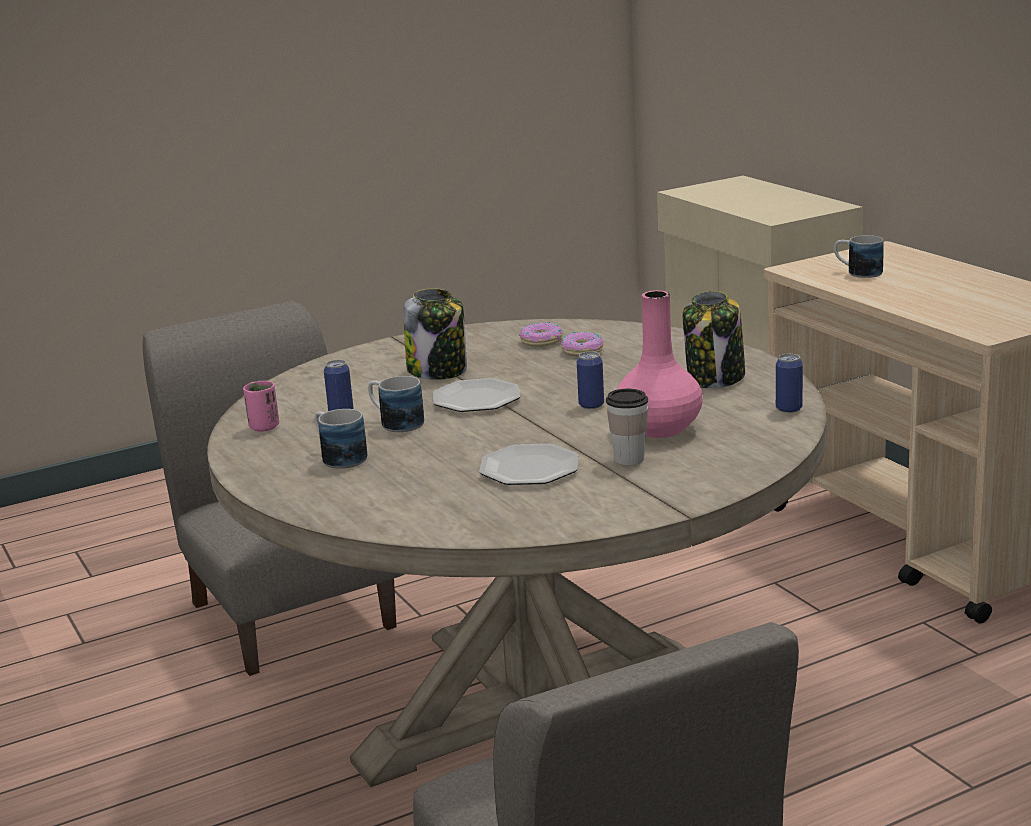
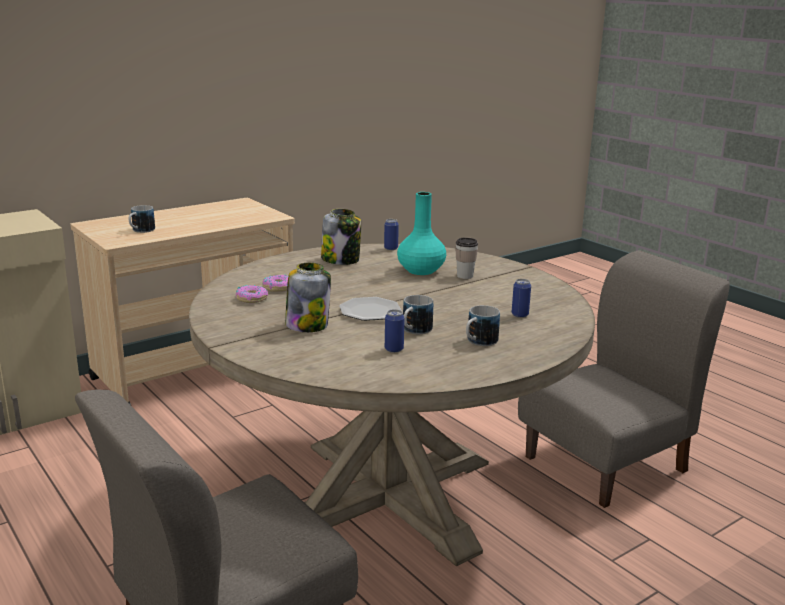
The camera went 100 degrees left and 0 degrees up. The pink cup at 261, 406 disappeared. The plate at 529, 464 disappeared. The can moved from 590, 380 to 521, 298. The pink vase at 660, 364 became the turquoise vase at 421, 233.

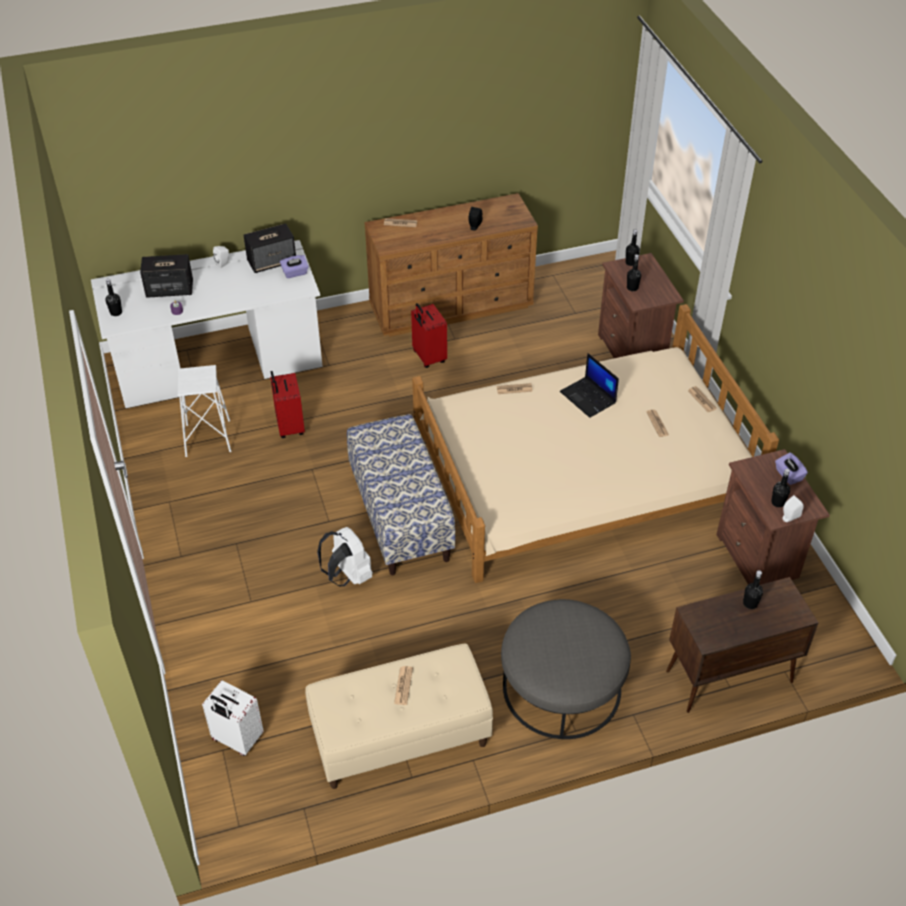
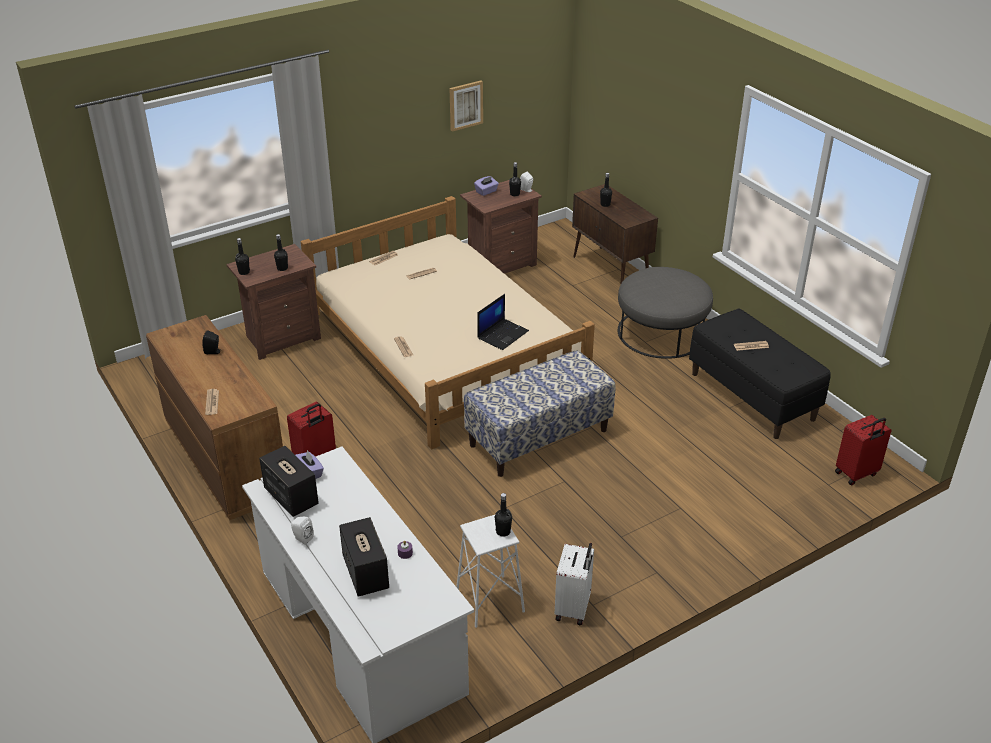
The camera went 105 degrees left and 10 degrees down. The black bottle moved from 113, 297 to 503, 515. The white suitcase moved from 233, 718 to 574, 584. The red suitcase moved from 287, 404 to 863, 450. The beige bench at 399, 716 became the black bench at 760, 374. The white backpack at 345, 556 disappeared. The laptop moved from 589, 385 to 503, 322. The picture at 466, 106 appeared.

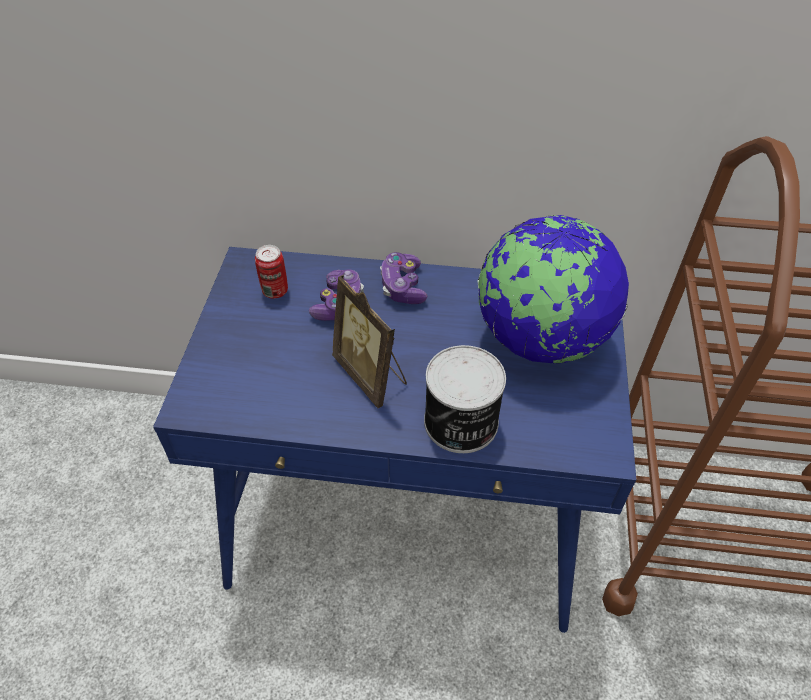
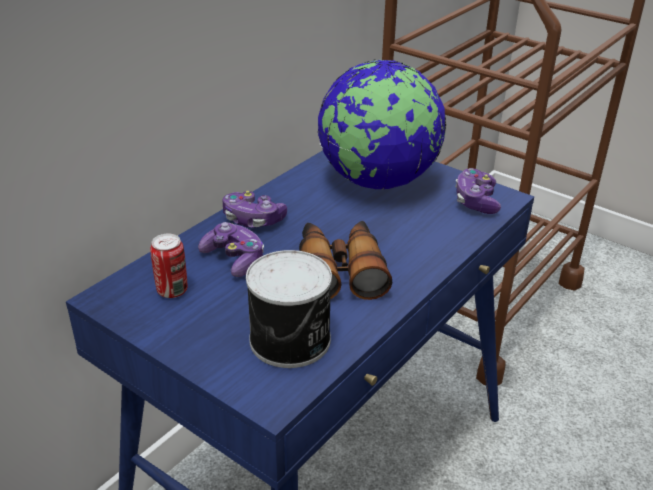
The camera went 60 degrees left and 15 degrees down. The picture frame at 369, 341 was replaced by the binoculars at 345, 260. The can moved from 465, 399 to 289, 309. The game controller at 478, 191 appeared.

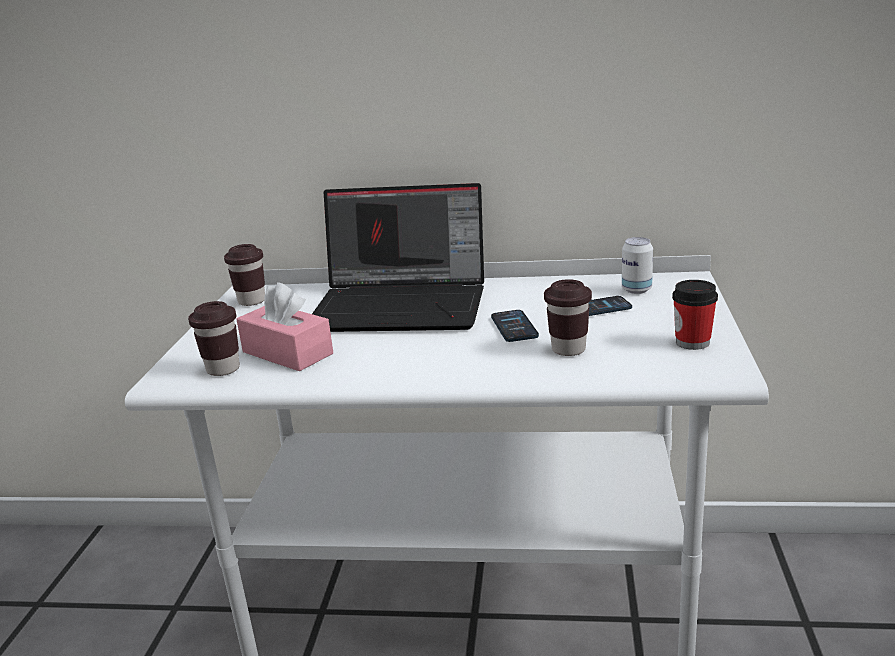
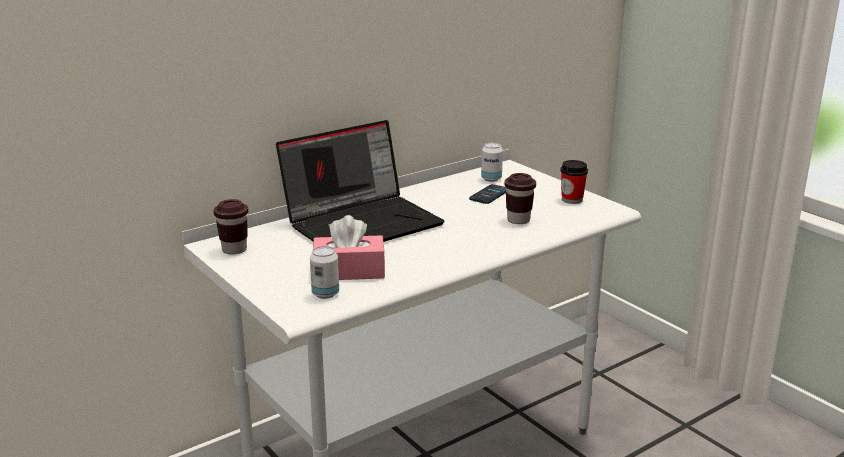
The camera went 45 degrees left and 0 degrees up. The brown cup at 214, 338 was replaced by the can at 324, 272. The phone at 515, 326 disappeared.

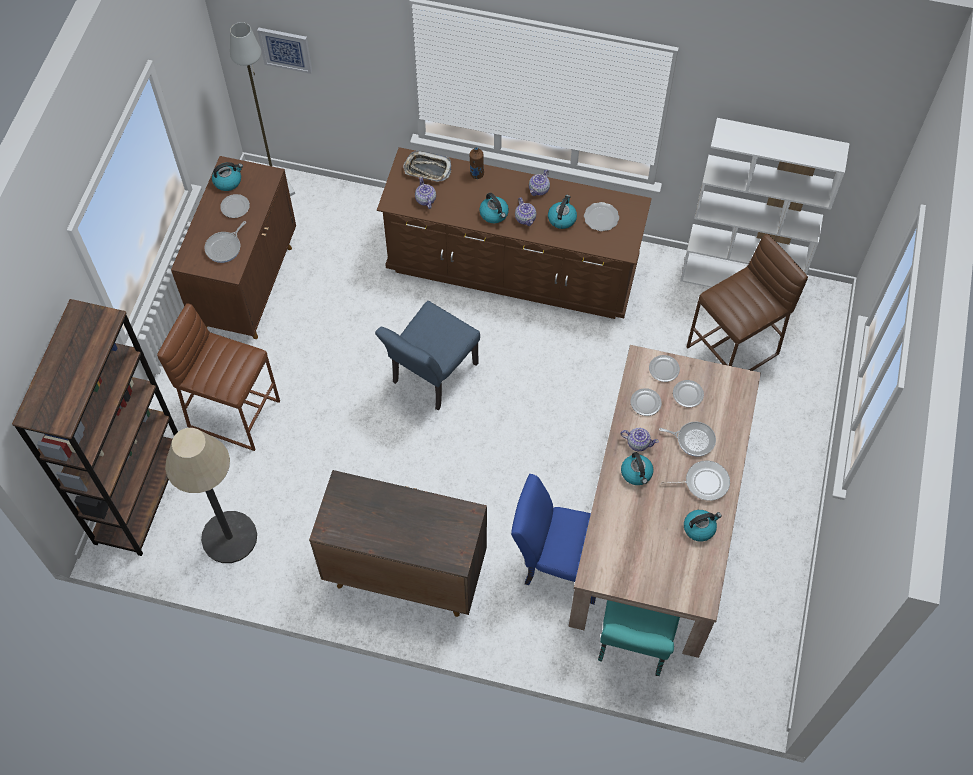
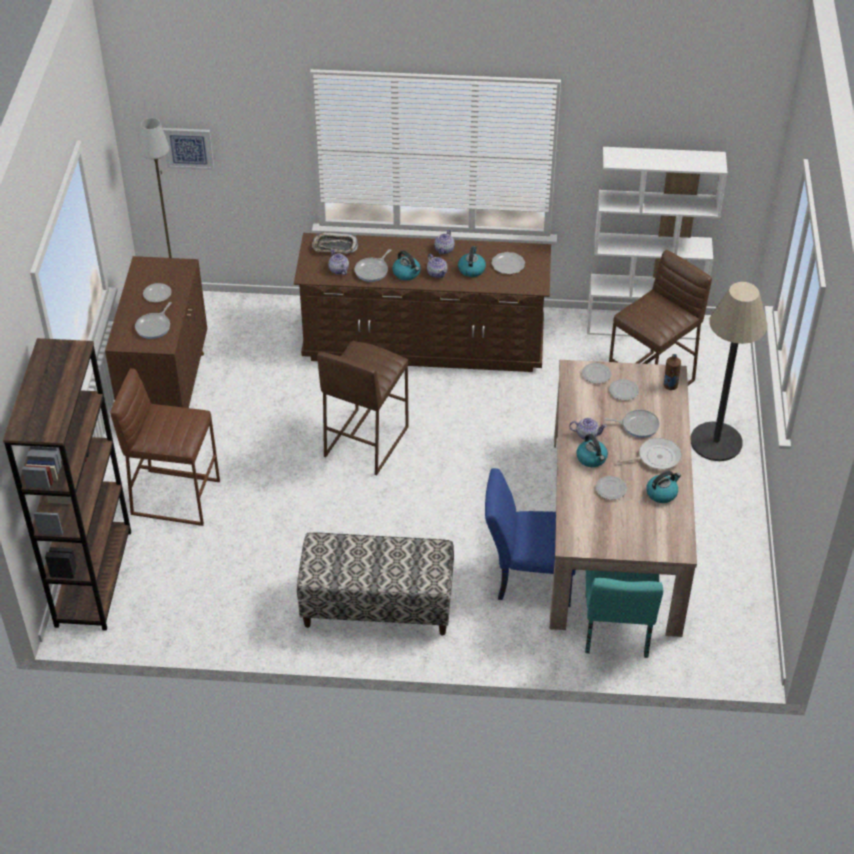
The camera went 10 degrees left and 15 degrees down. The floor lamp moved from 211, 495 to 729, 371. The kettle at 227, 176 disappeared. The brown cabinet at 398, 543 was replaced by the bench at 375, 584. The blue chair at 427, 356 was replaced by the brown stool at 363, 407. The brown bottle moved from 476, 163 to 672, 372. The plate moved from 646, 402 to 611, 488. The frying pan at 373, 265 appeared.

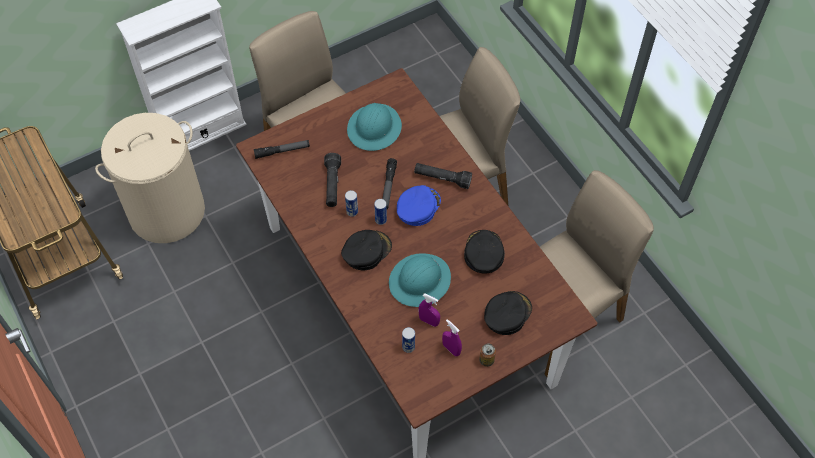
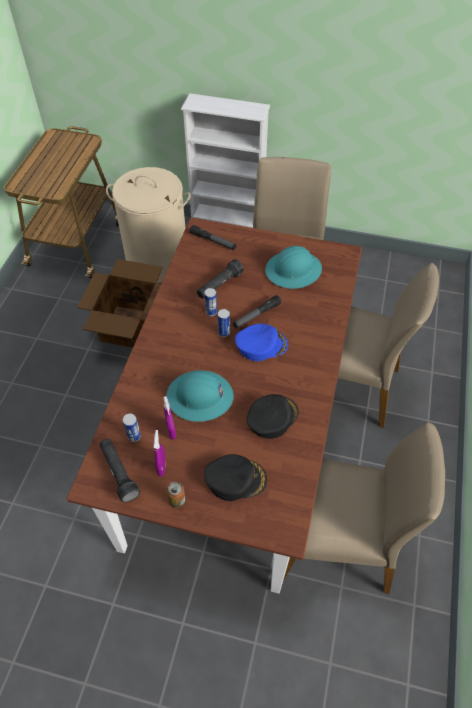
The camera went 45 degrees right and 5 degrees down. The black cap at 366, 250 disappeared. The black flashlight moved from 443, 176 to 119, 470. The cardboard box at 120, 303 appeared.

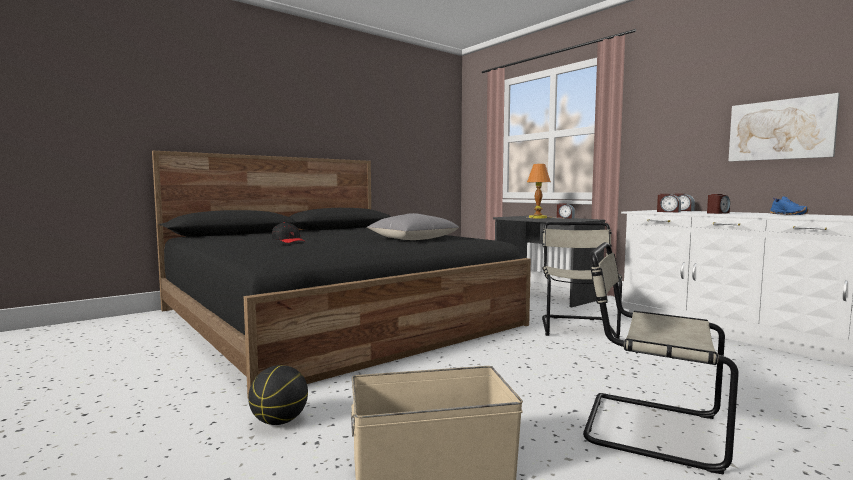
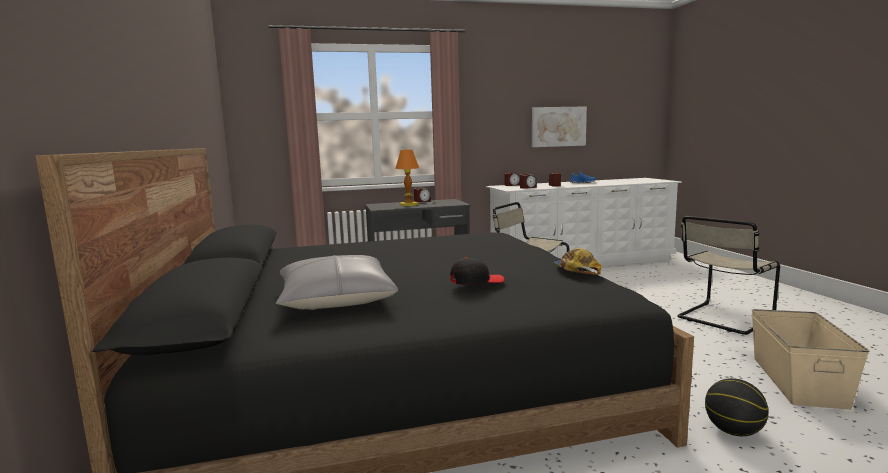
The camera went 65 degrees left and 5 degrees up. The grey pillow moved from 413, 226 to 337, 282. The cap at 578, 261 appeared.

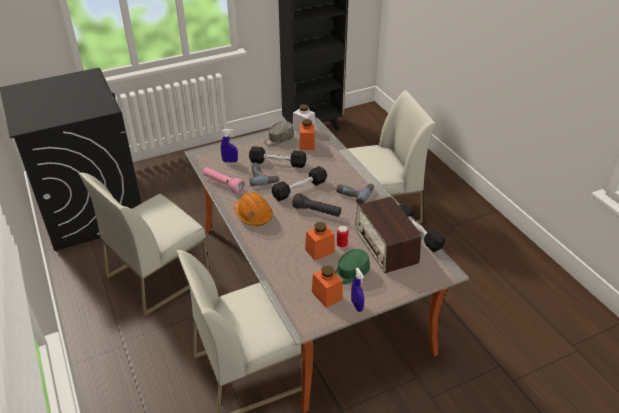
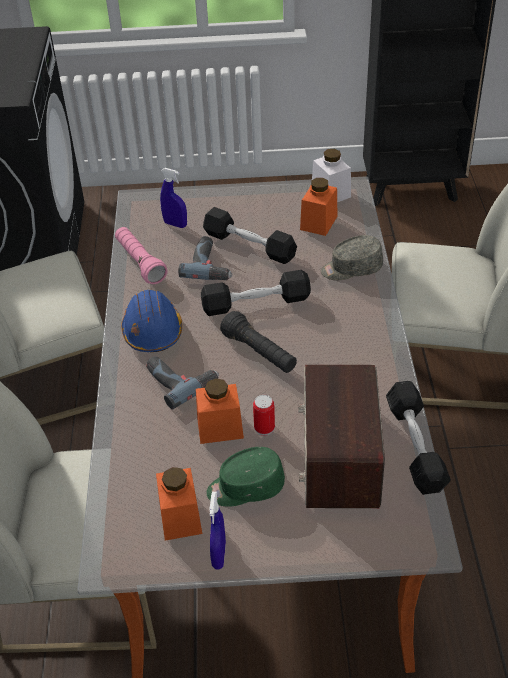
The camera went 25 degrees right and 5 degrees up. The orange hard hat at 253, 209 became the blue hard hat at 151, 321. The grey cap moved from 279, 133 to 352, 257. The power drill moved from 355, 194 to 182, 383.

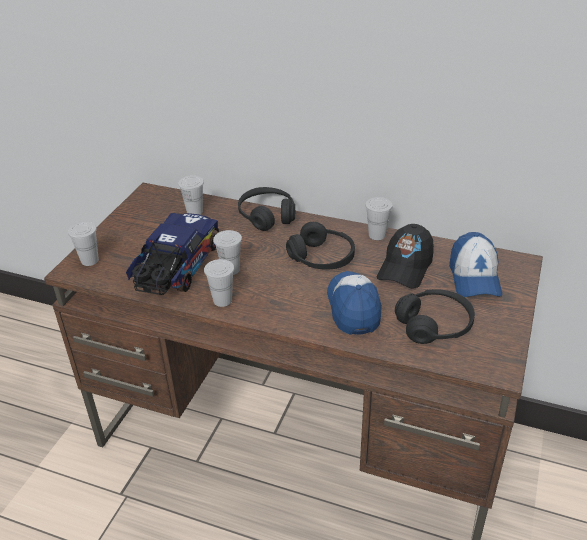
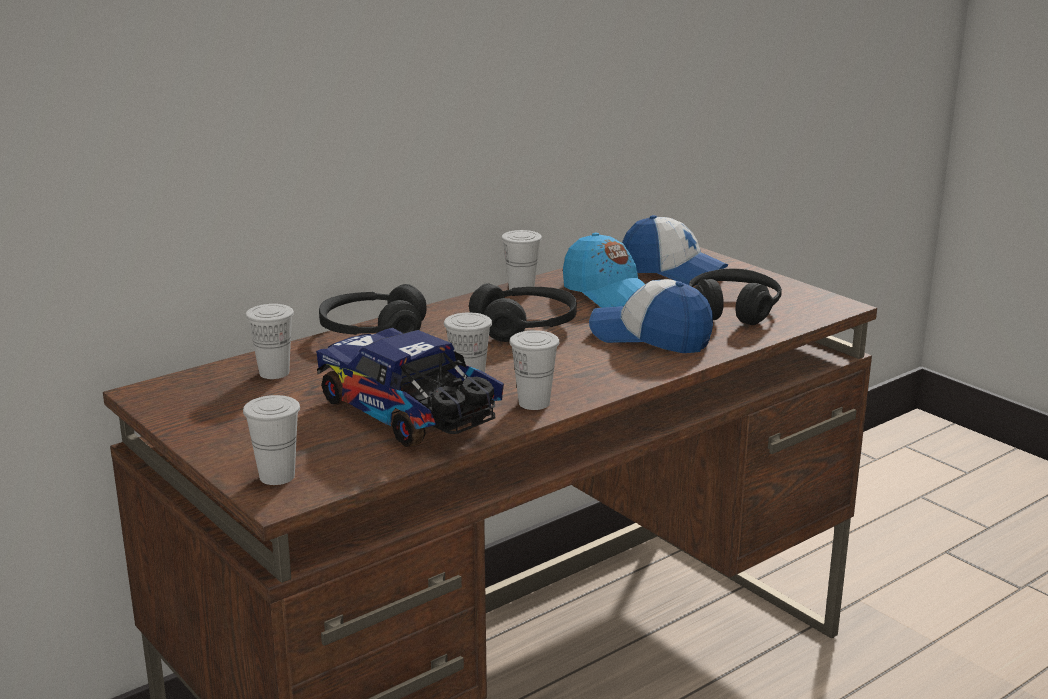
The camera went 60 degrees left and 15 degrees down. The black cap at 405, 256 became the blue cap at 604, 270.

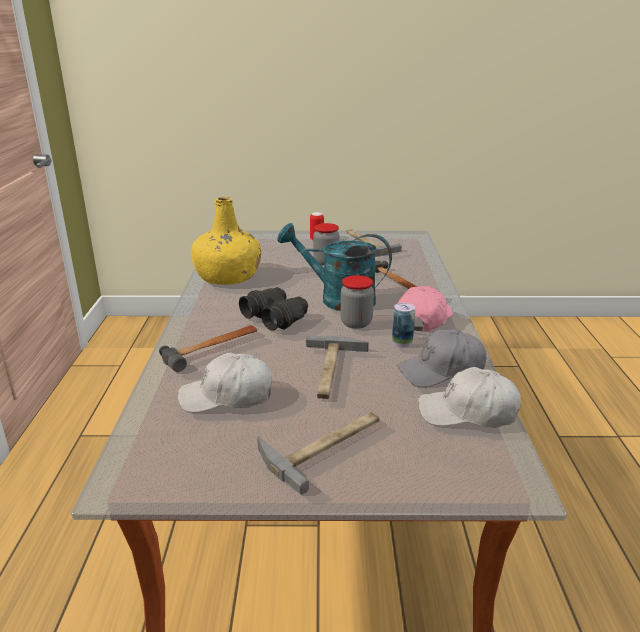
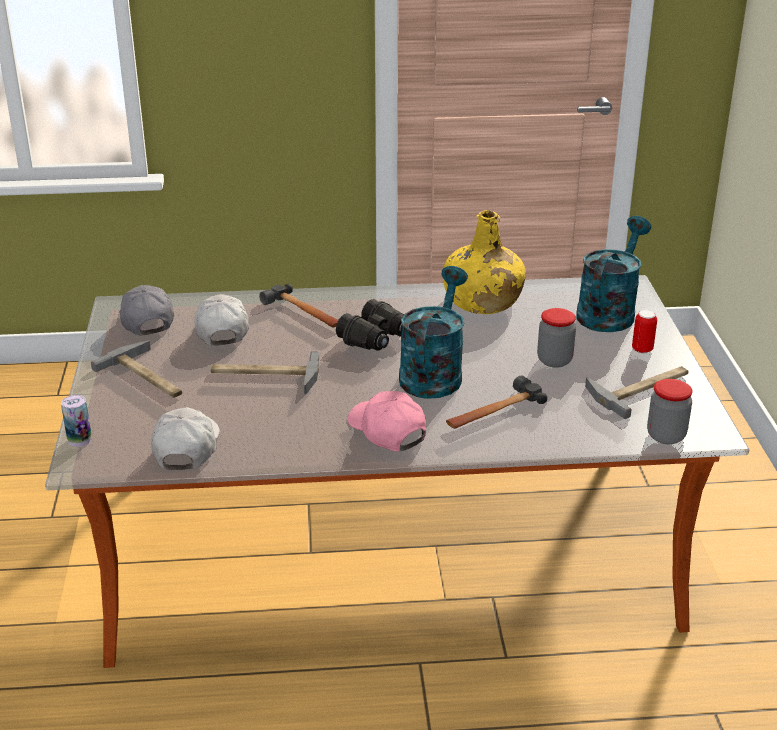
The camera went 85 degrees right and 5 degrees up. The jar moved from 357, 302 to 670, 411. The can moved from 403, 325 to 76, 421. The pink cap at 425, 309 turned 150 degrees counterclockwise. The grey cap moved from 442, 358 to 147, 310. The turquoise watering can at 613, 274 appeared.

